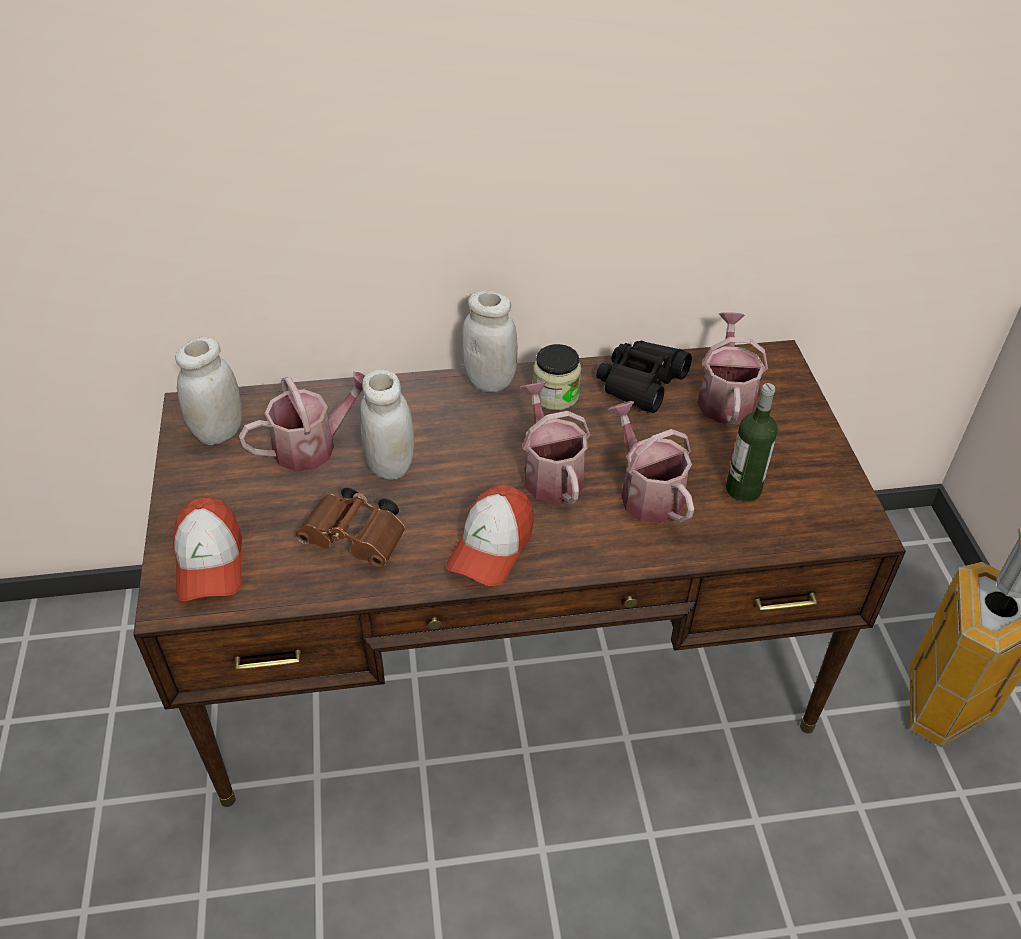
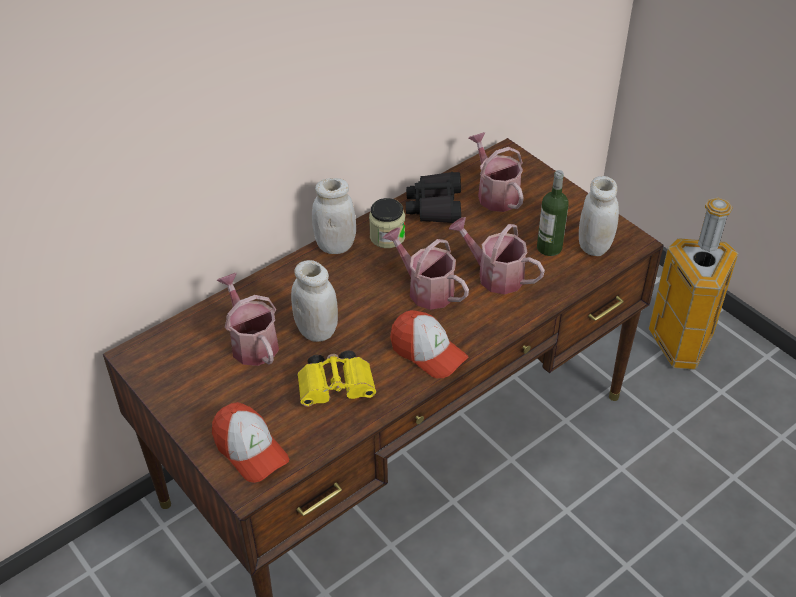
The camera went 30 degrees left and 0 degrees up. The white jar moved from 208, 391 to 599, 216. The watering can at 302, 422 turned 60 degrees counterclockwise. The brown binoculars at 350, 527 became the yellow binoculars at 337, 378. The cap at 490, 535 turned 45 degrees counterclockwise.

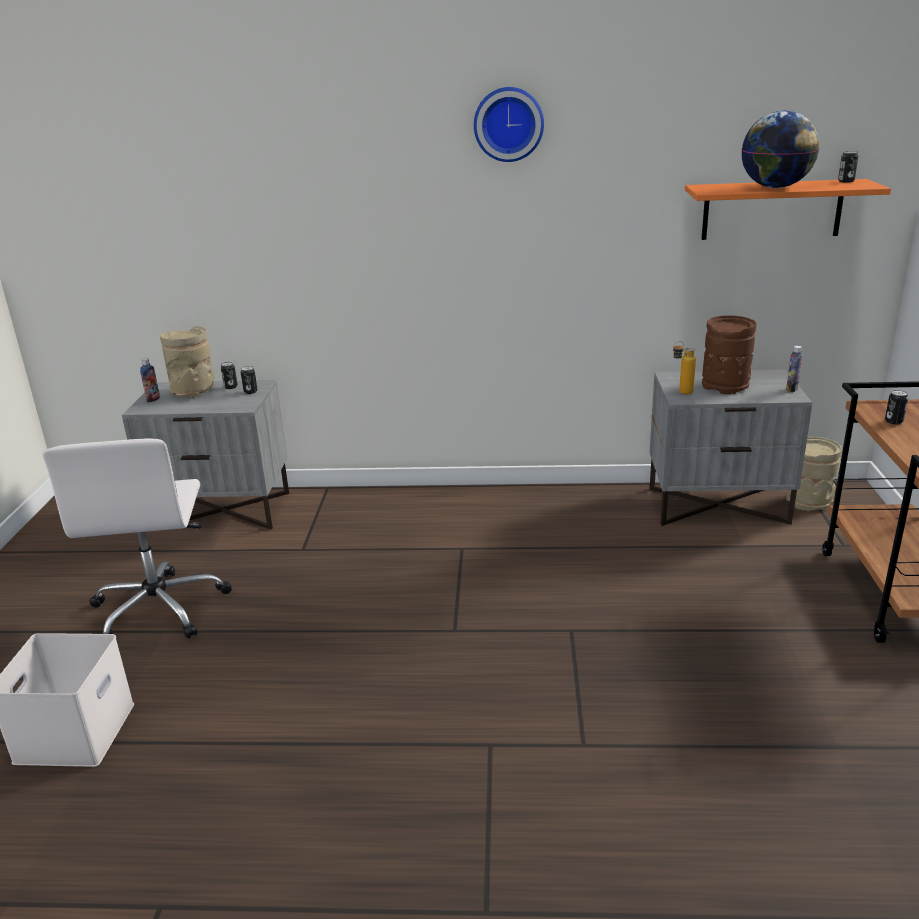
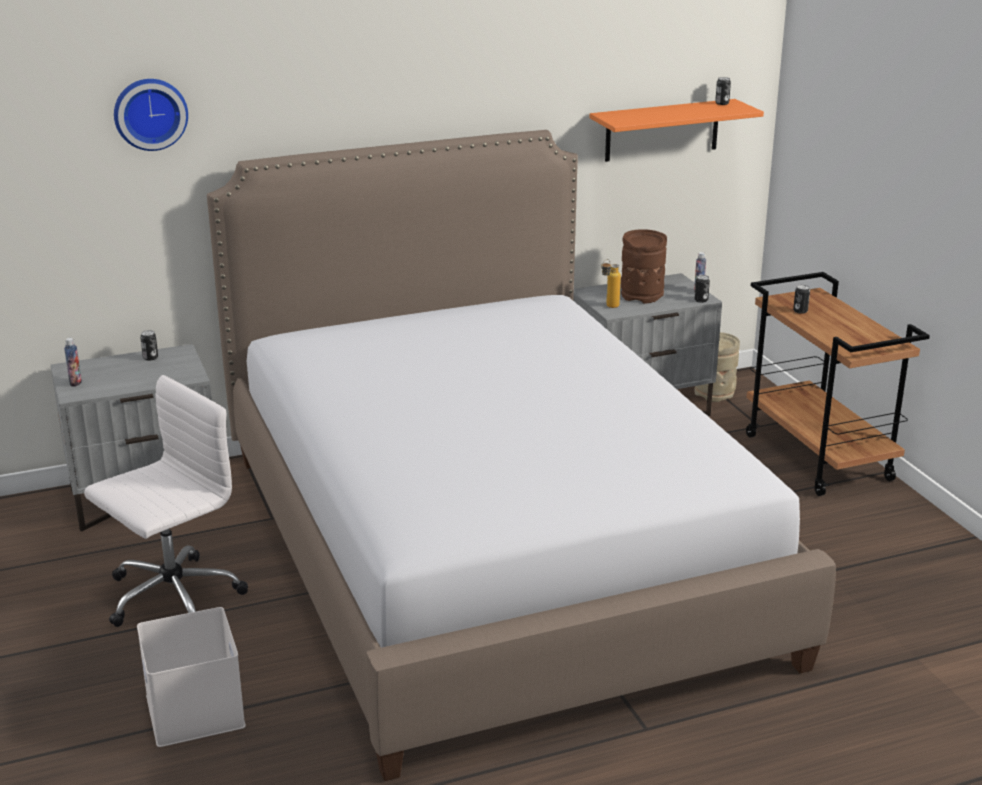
The camera went 25 degrees left and 0 degrees up. The white office chair at 137, 538 turned 105 degrees counterclockwise. The beige vase at 187, 362 disappeared. The can moved from 249, 380 to 702, 289. The wall clock moved from 509, 124 to 151, 115. The globe at 780, 149 disappeared. The bed at 521, 455 appeared.

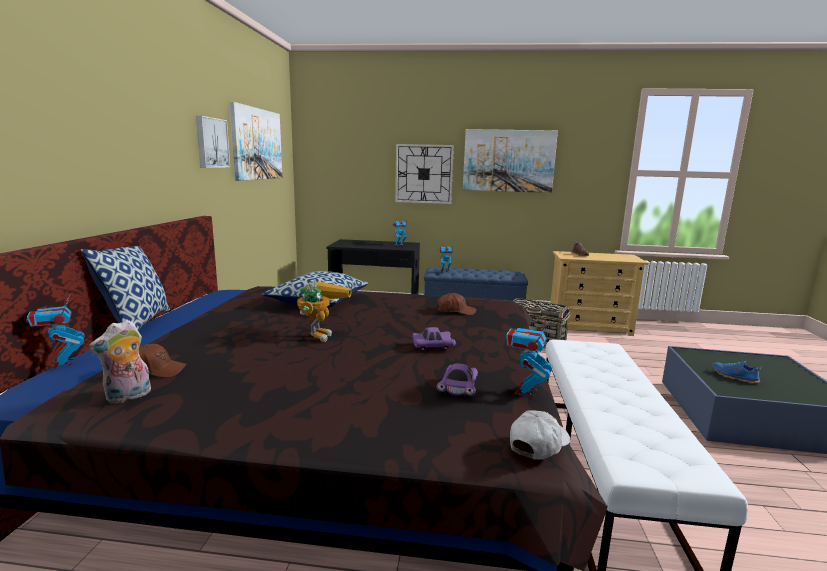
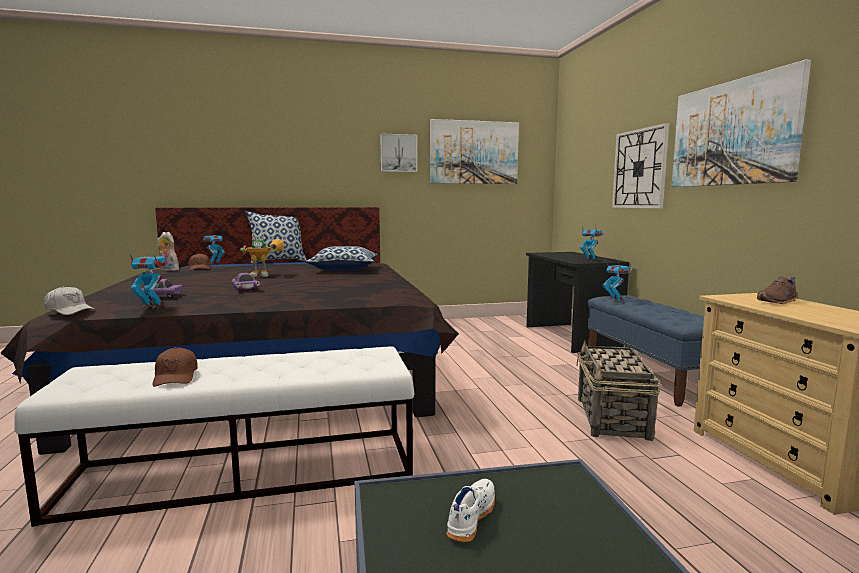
The camera went 70 degrees right and 5 degrees down. The brown cap moved from 457, 304 to 175, 367. The blue shoe at 737, 372 became the white shoe at 471, 510.

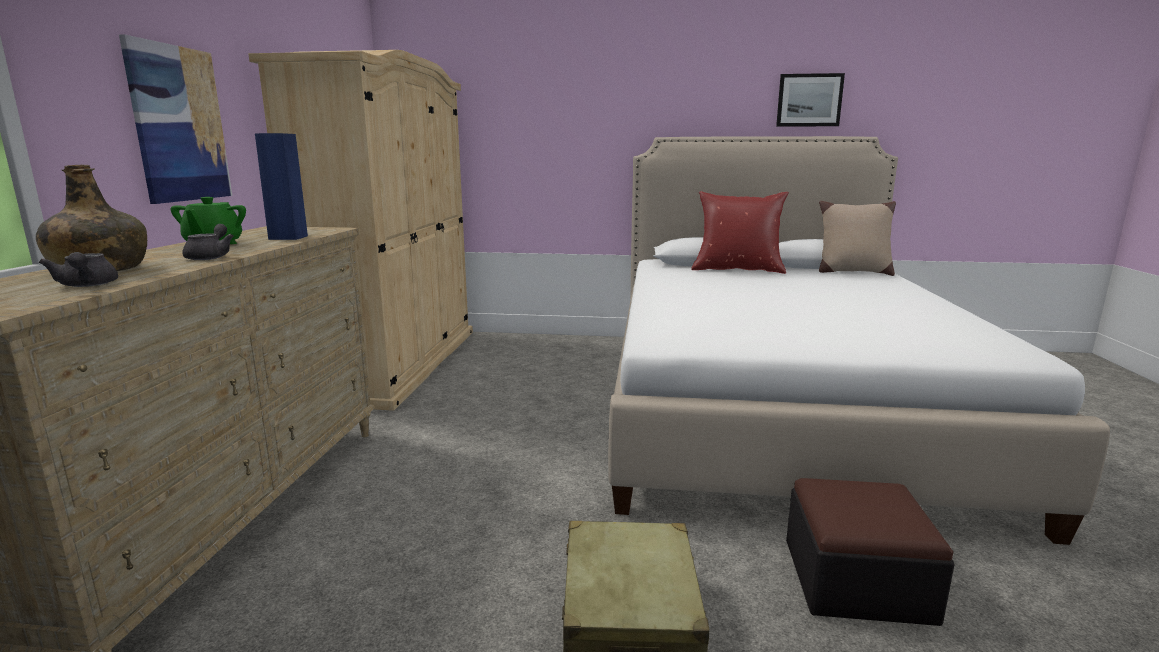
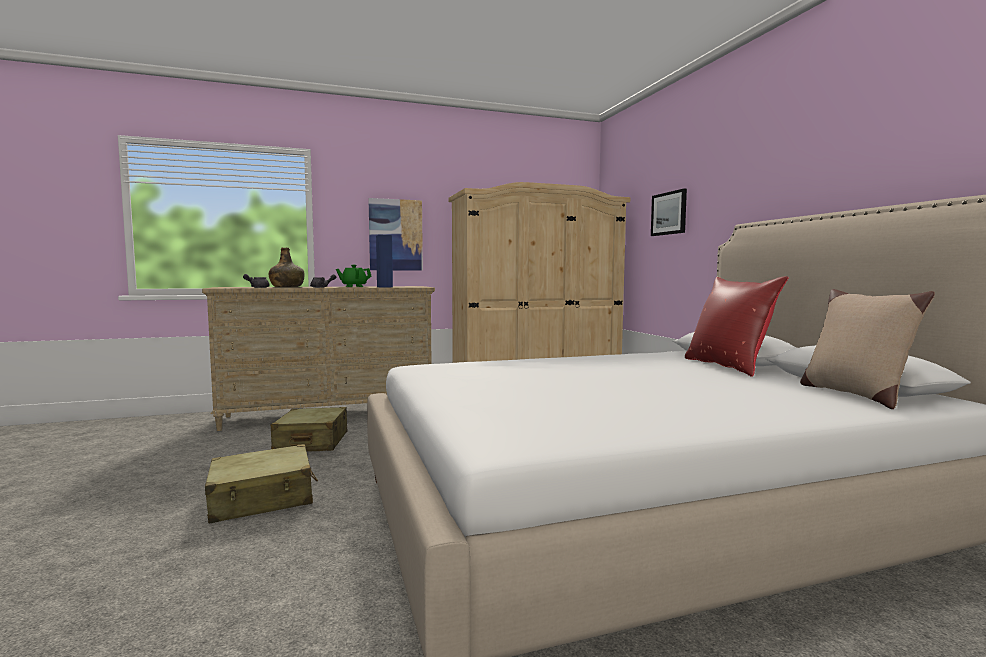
The camera went 65 degrees right and 10 degrees down. The picture moved from 810, 100 to 669, 212. The ottoman at 870, 552 disappeared. The beige suitcase at 309, 429 appeared.

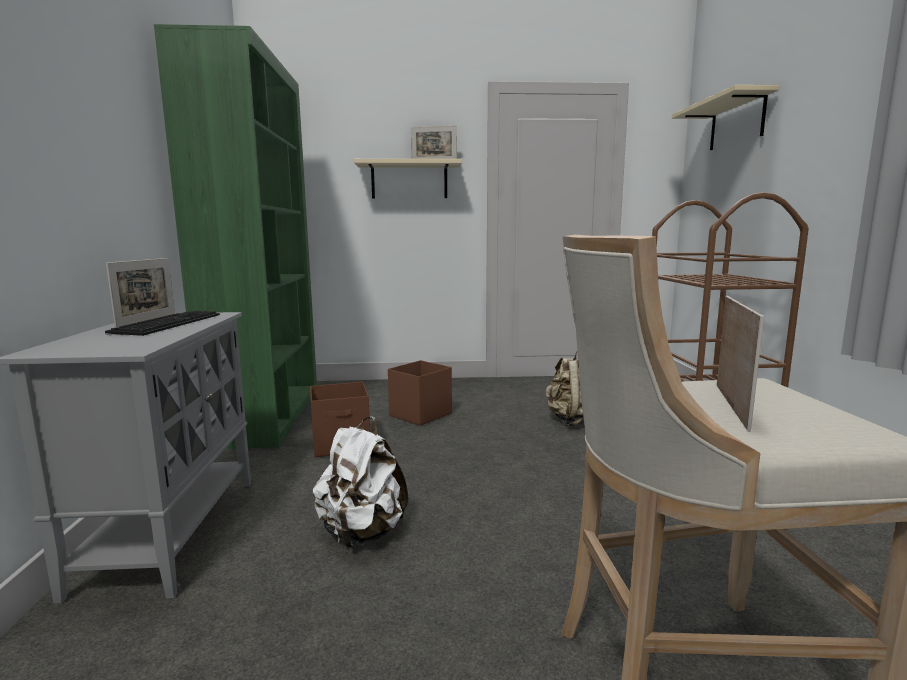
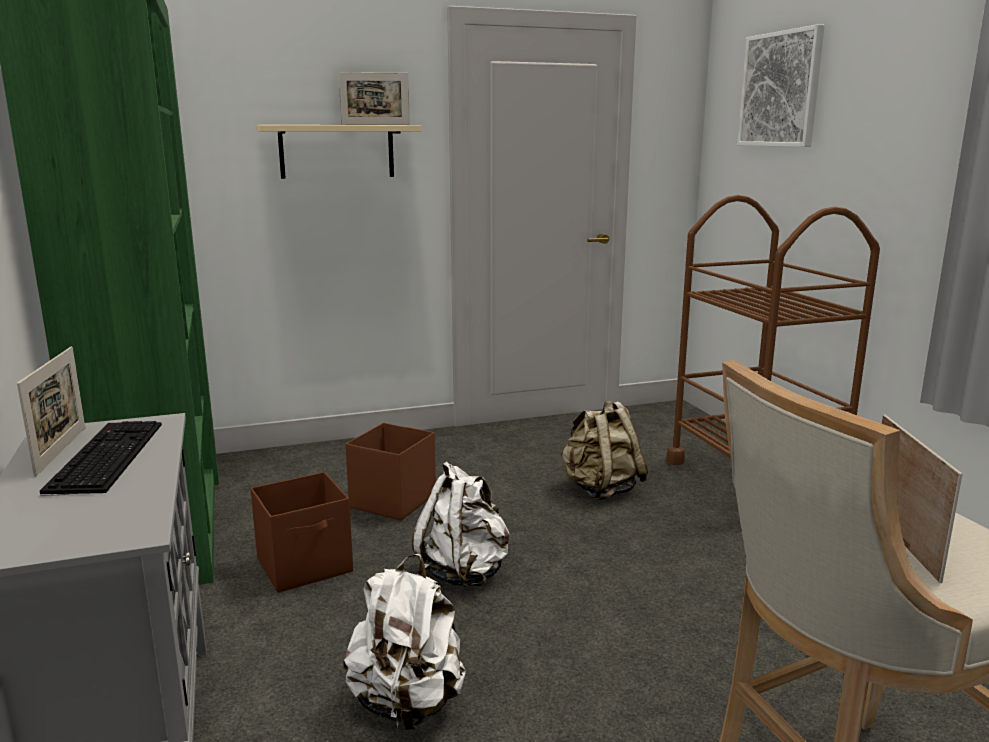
The camera went 15 degrees left and 5 degrees up. The beige shelf at 725, 117 was replaced by the picture at 781, 85. The white backpack at 461, 524 appeared.

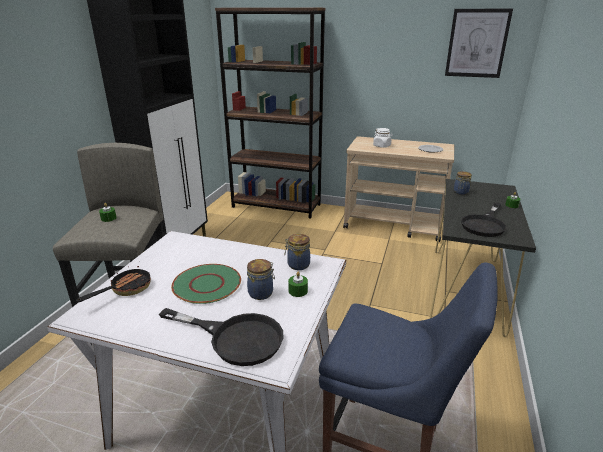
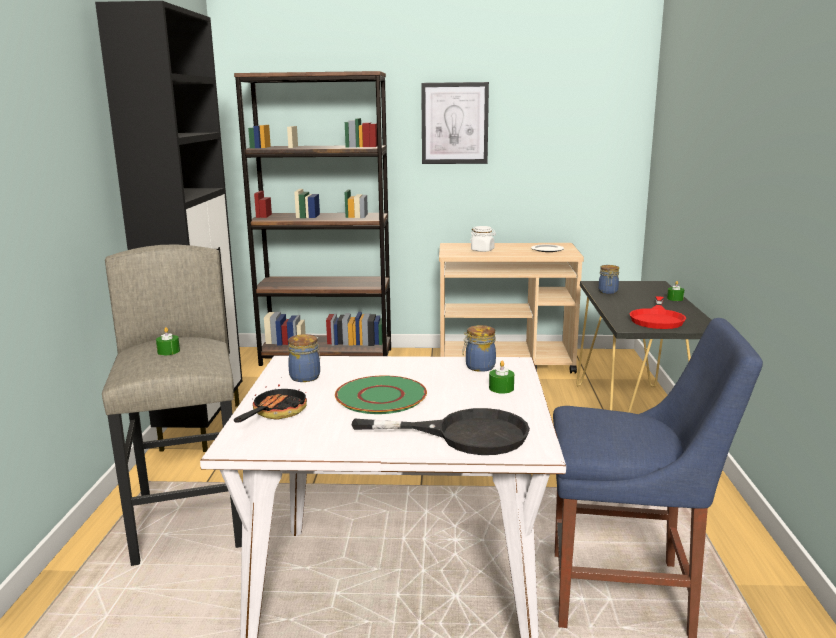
The camera went 15 degrees left and 10 degrees down. The jar moved from 261, 279 to 304, 358. The picture moved from 479, 43 to 455, 123. The black frying pan at 484, 219 became the red frying pan at 657, 312.

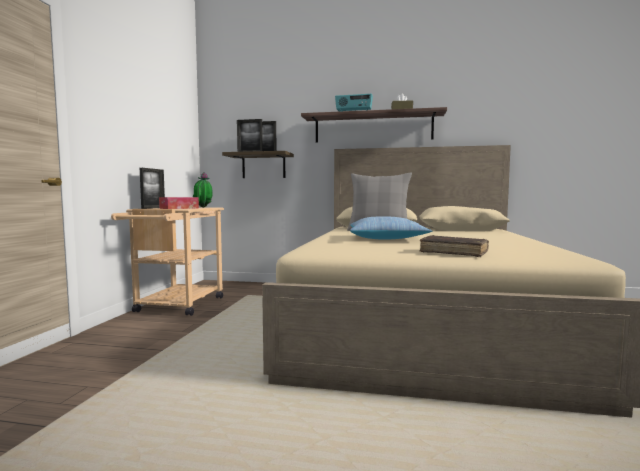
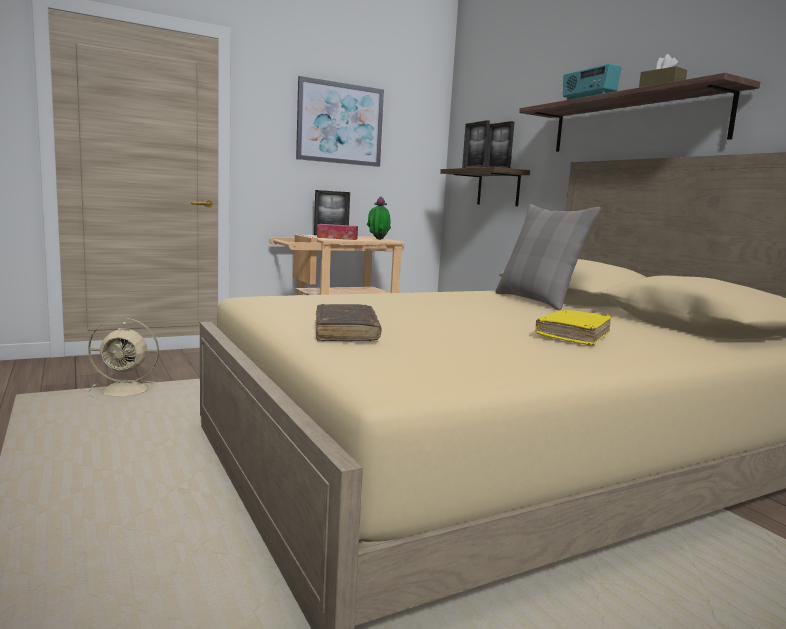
The camera went 50 degrees right and 5 degrees up. The pillow at 391, 228 disappeared. The beige fan at 125, 358 appeared. The picture at 340, 121 appeared. The yellow book at 573, 328 appeared.

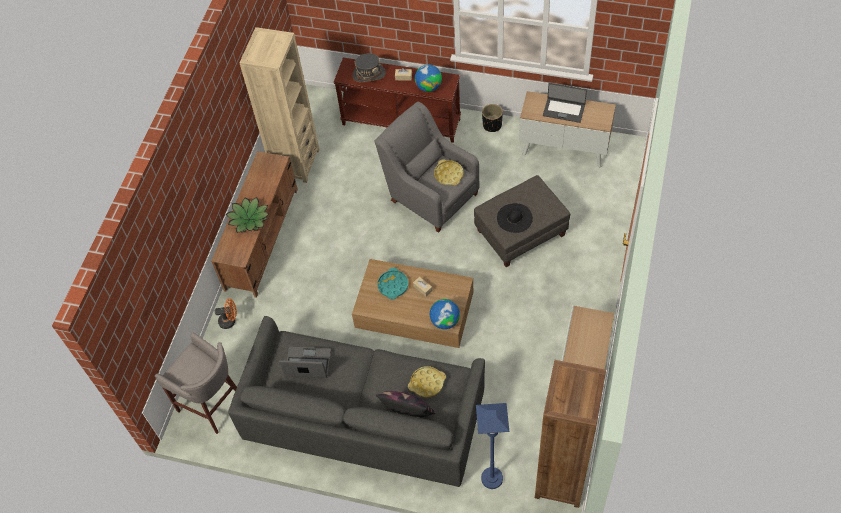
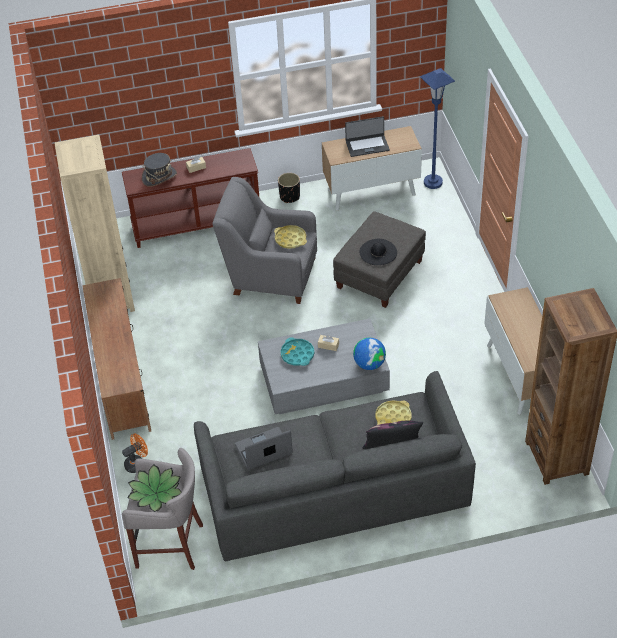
The camera went 30 degrees left and 10 degrees down. The potted plant moved from 247, 215 to 154, 488. The brown coffee table at 412, 303 became the grey coffee table at 324, 366. The globe at 428, 78 disappeared. The blue floor lamp moved from 492, 446 to 437, 128.

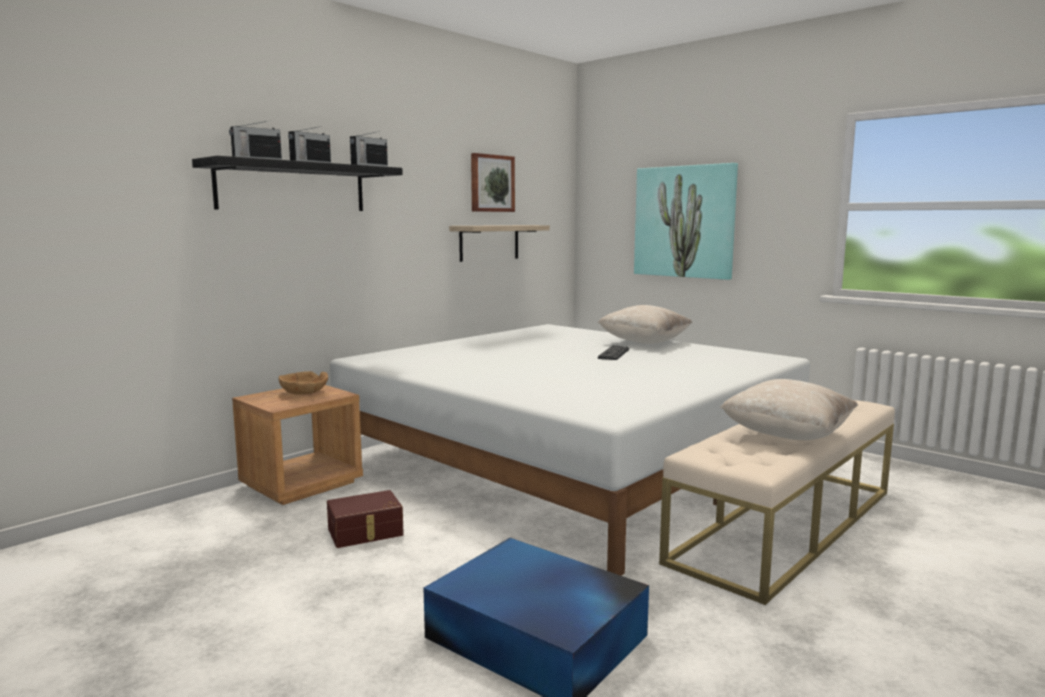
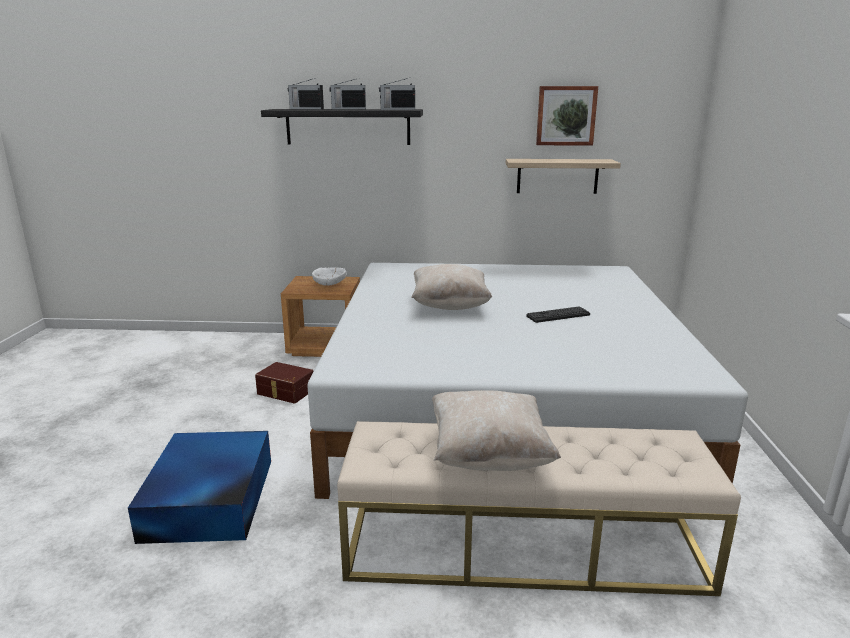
The camera went 50 degrees right and 10 degrees up. The brown bowl at 303, 383 became the white bowl at 329, 276. The beige pillow moved from 645, 324 to 451, 287. The picture at 686, 221 disappeared.

